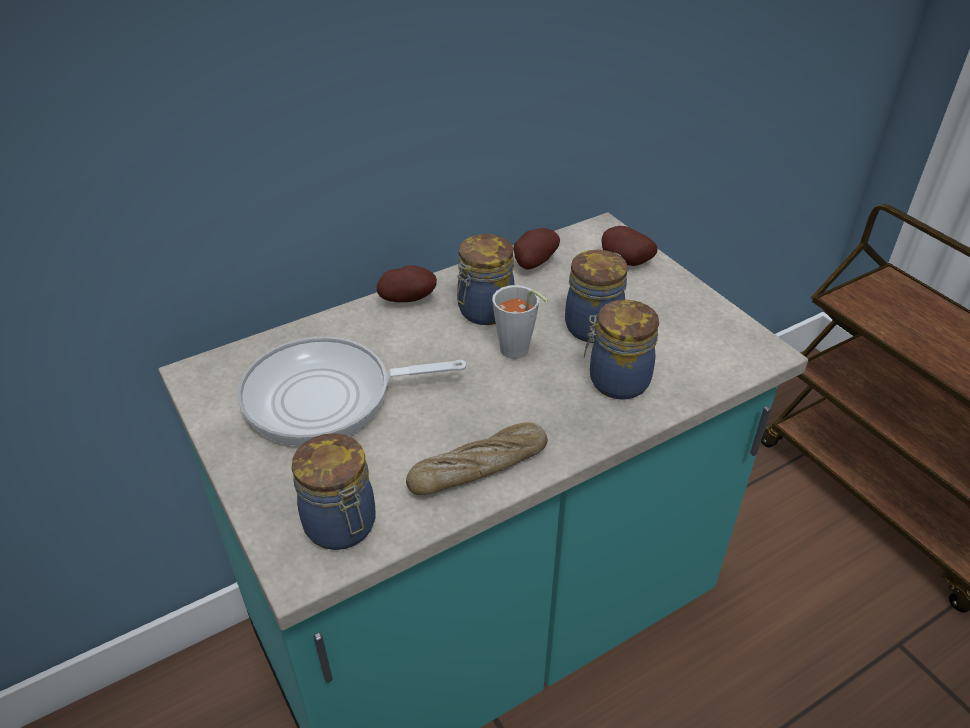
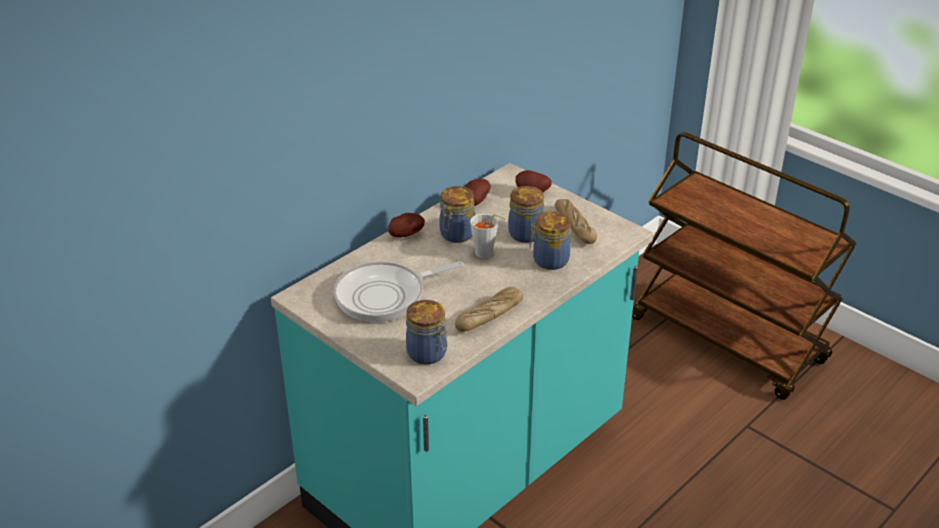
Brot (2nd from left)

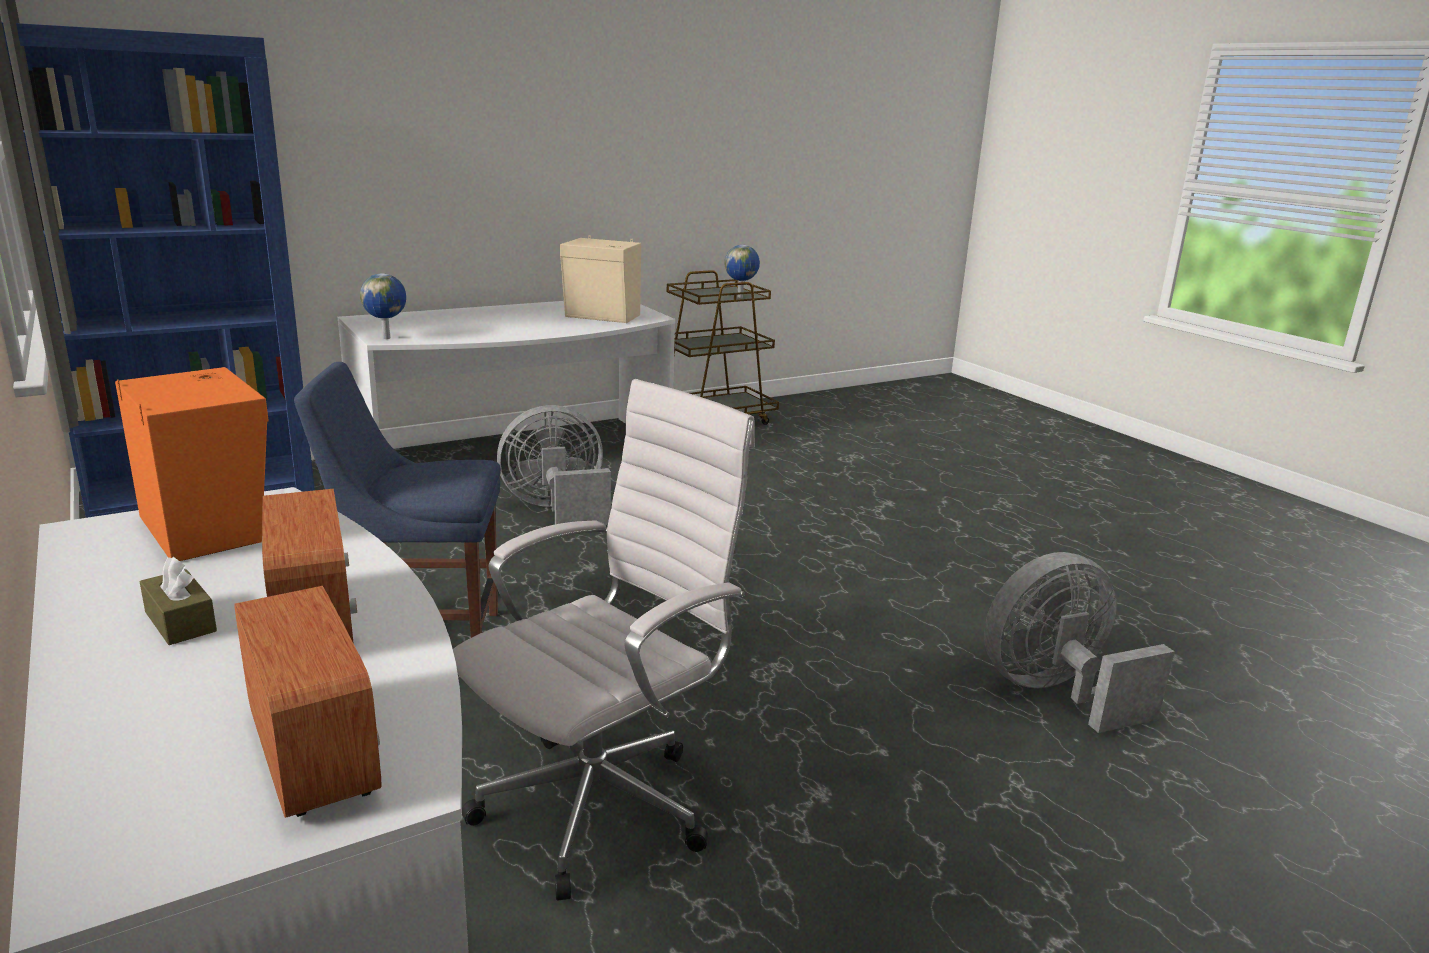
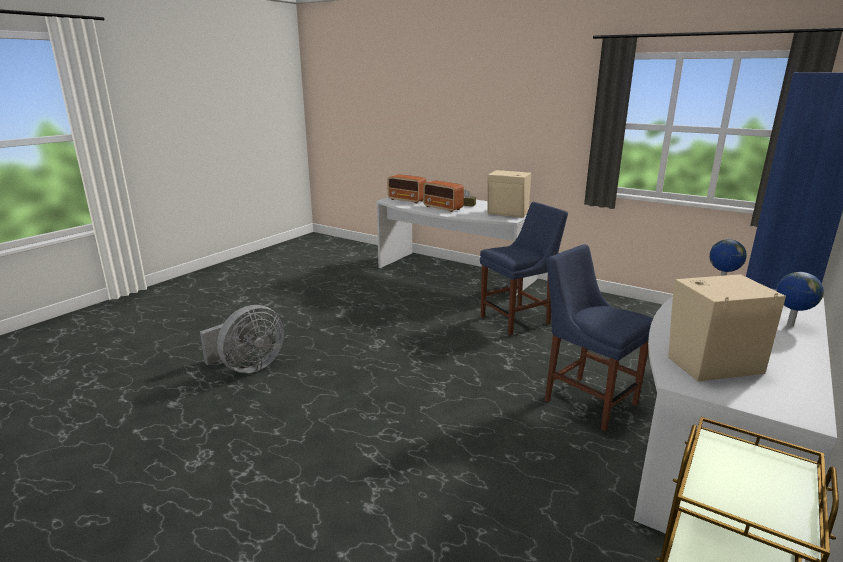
Globus (2nd from left)
Lautsprecher (beige) (1st from left)
Bürostuhl (weiß)
Stuhl (blau) (2nd from left)

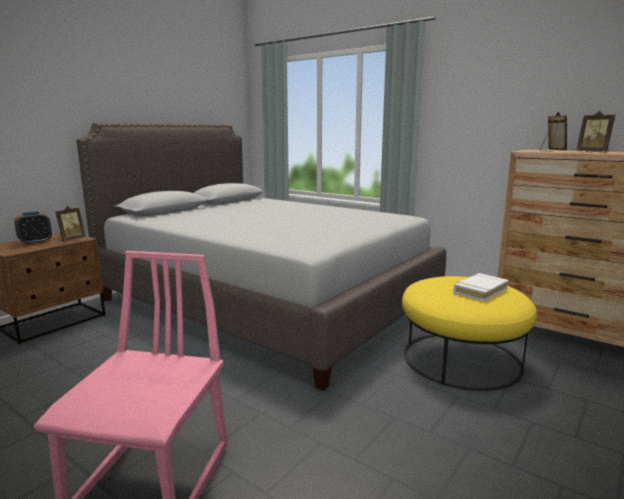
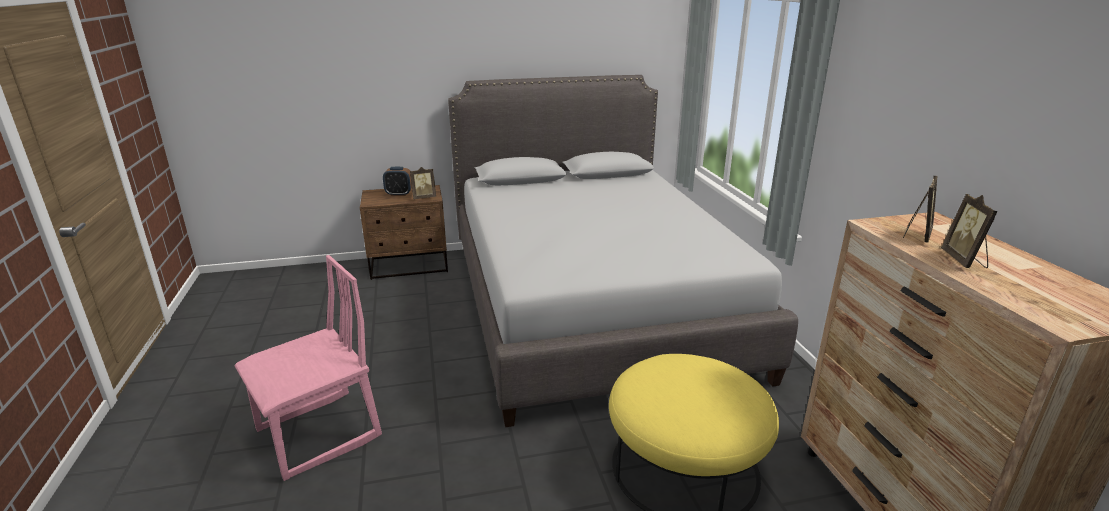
Buch (weiß)

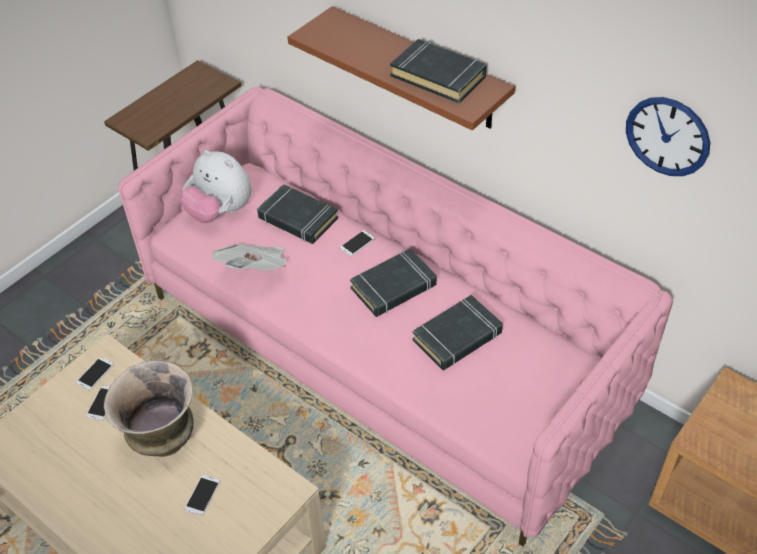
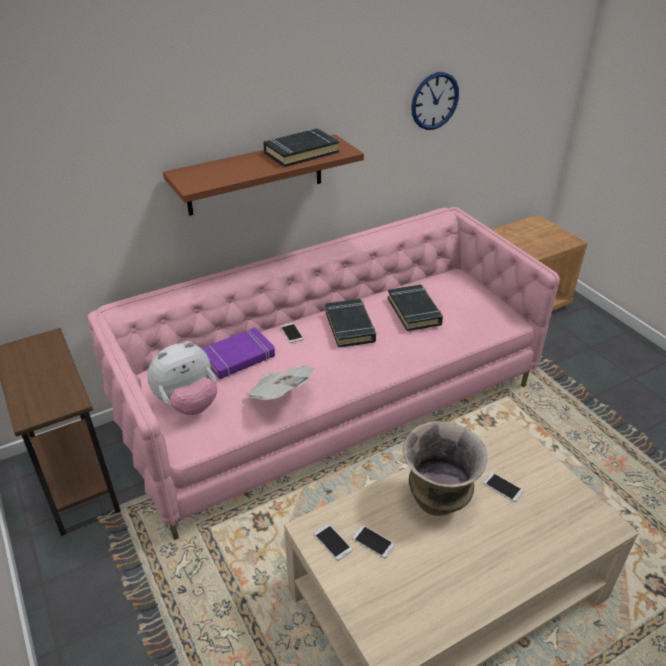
Buch (lila)

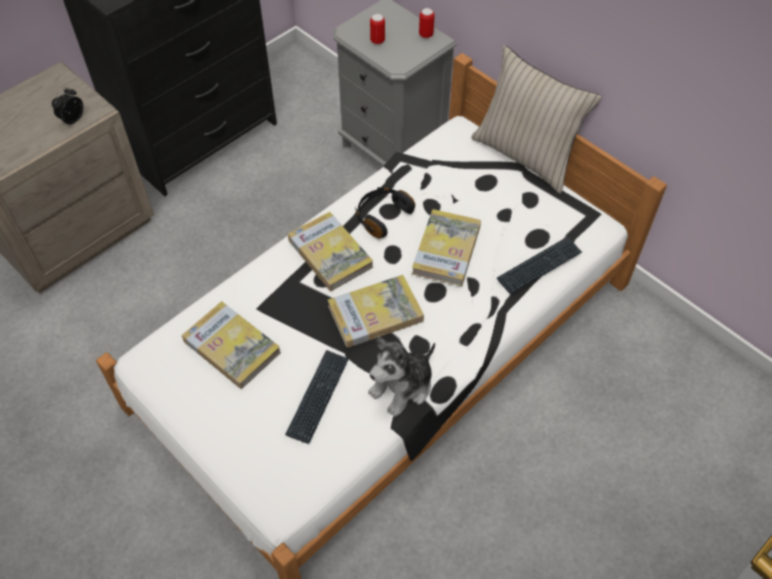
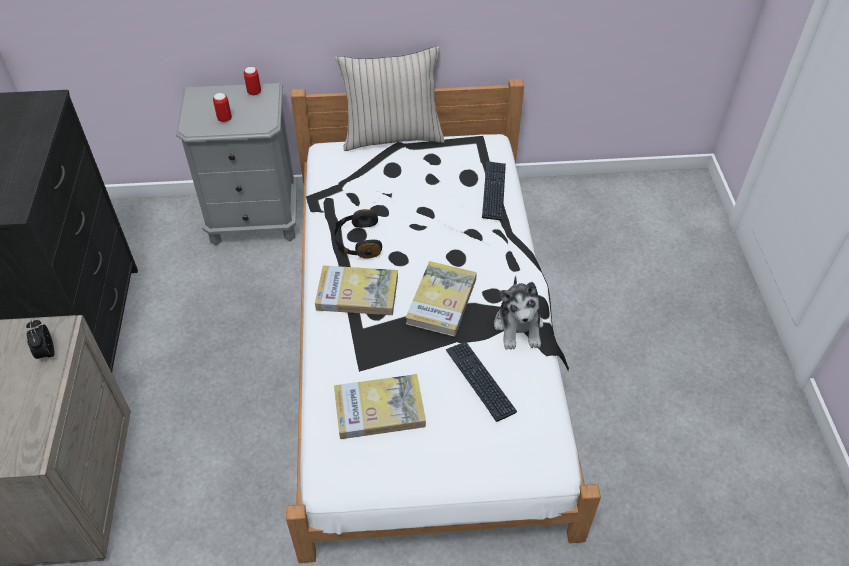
Buch (4th from left in the first image)

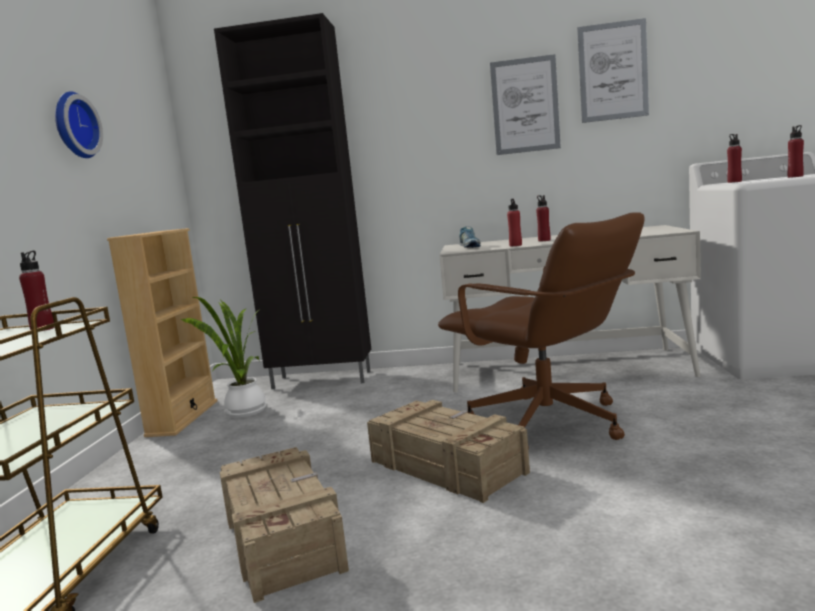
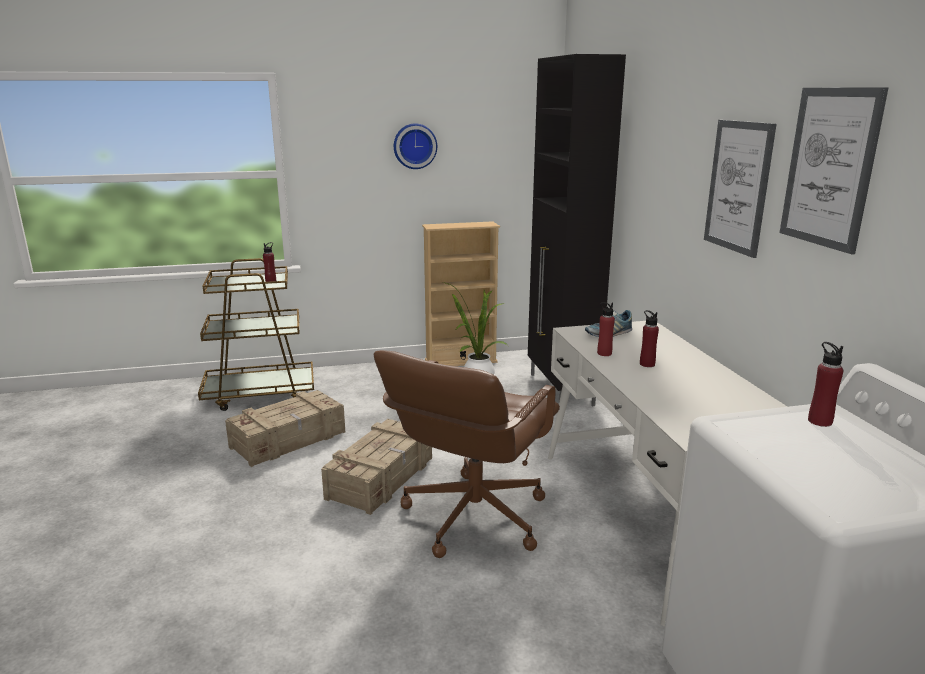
Flasche (rot) (5th from left in the first image)

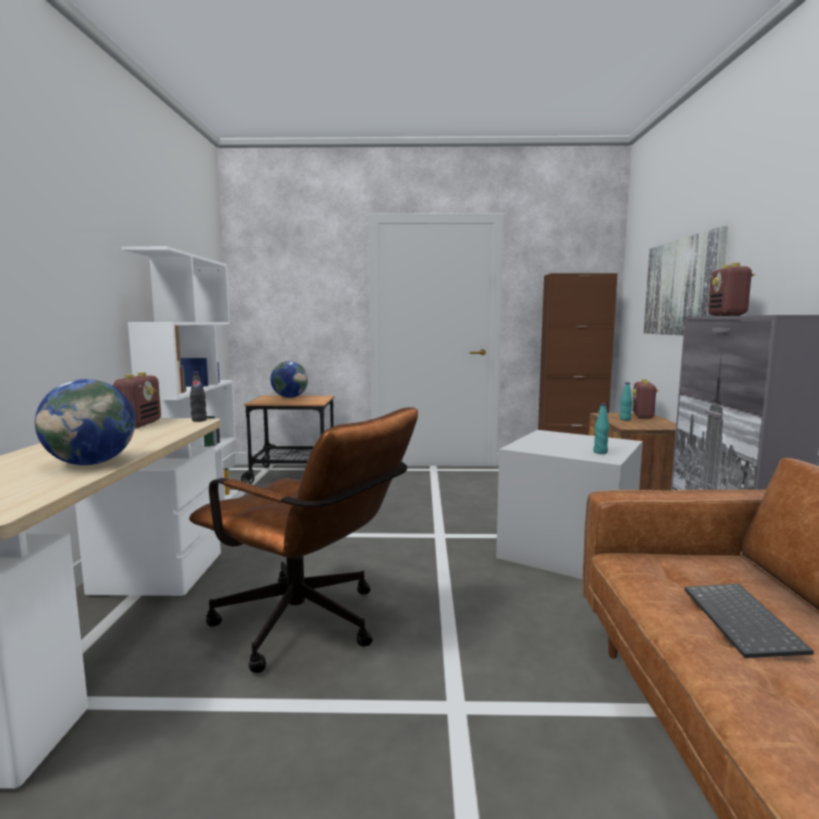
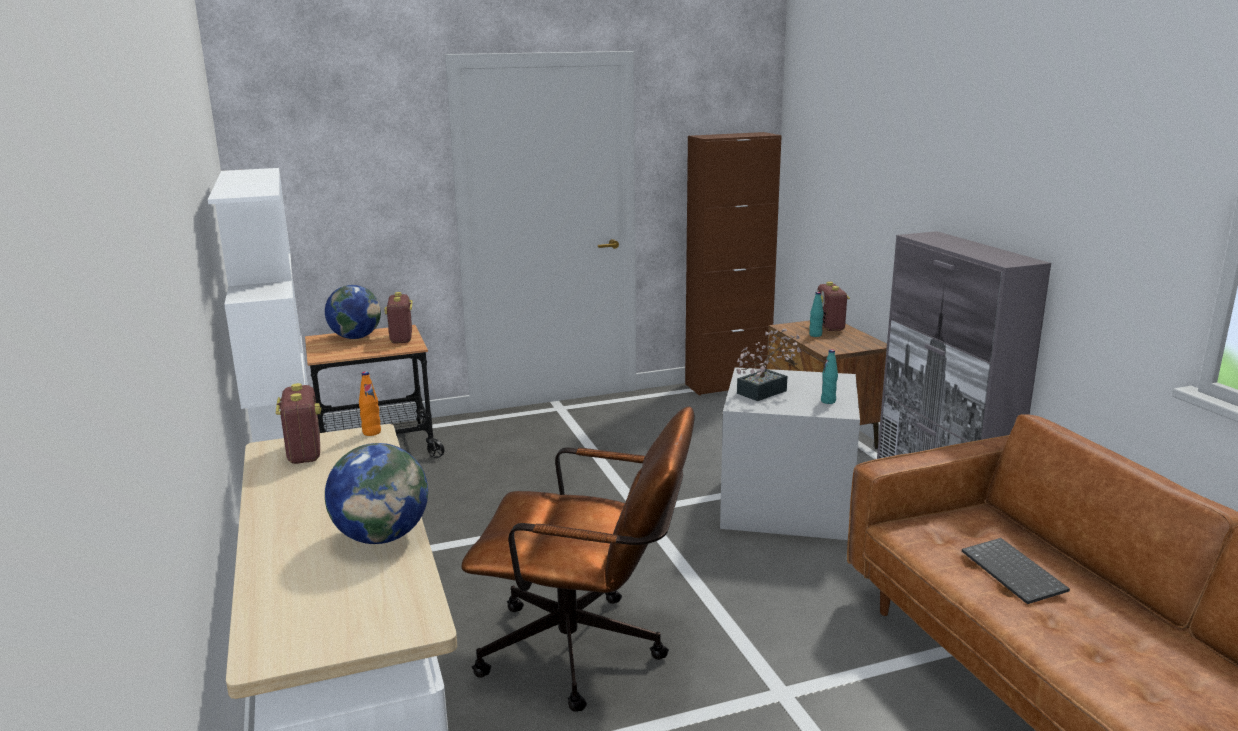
Bild
Radio (2nd from left)
Flasche (orange)
Topfpflanze

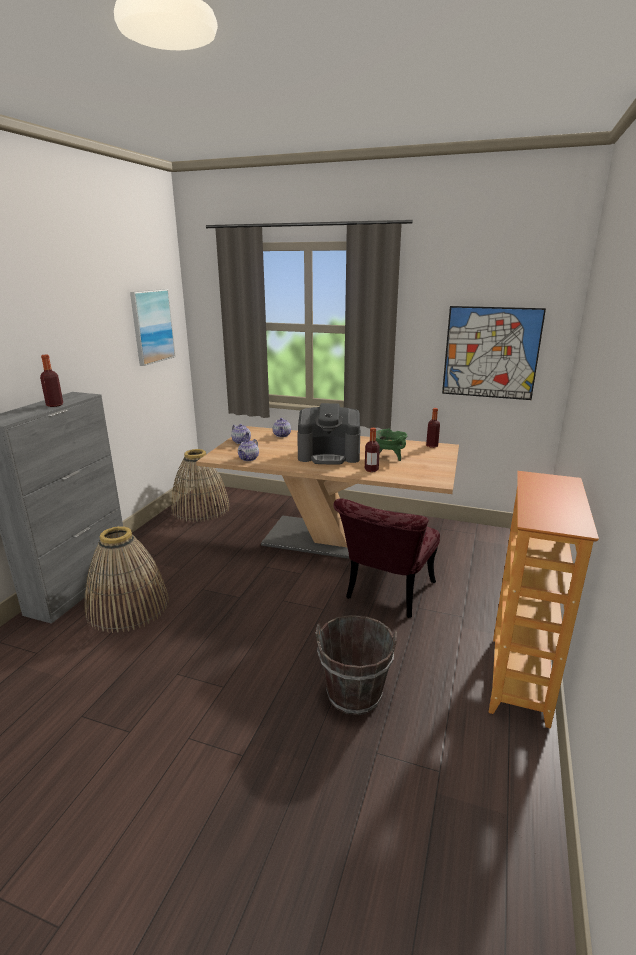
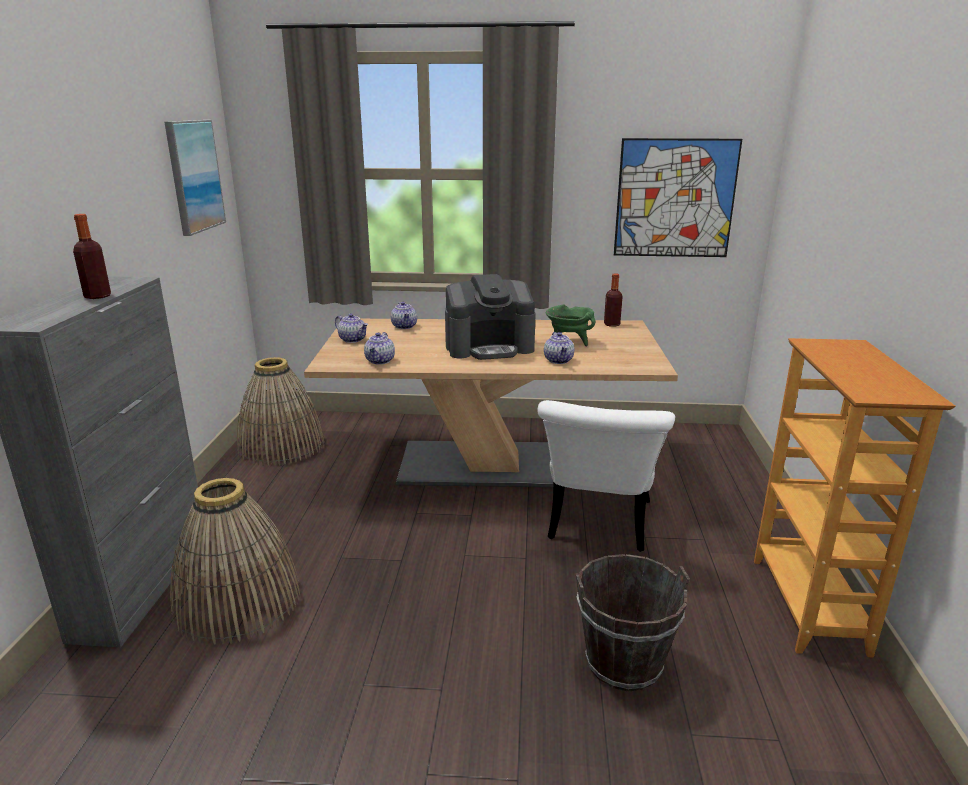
Teekanne (4th from left)
Stuhl (weiß)

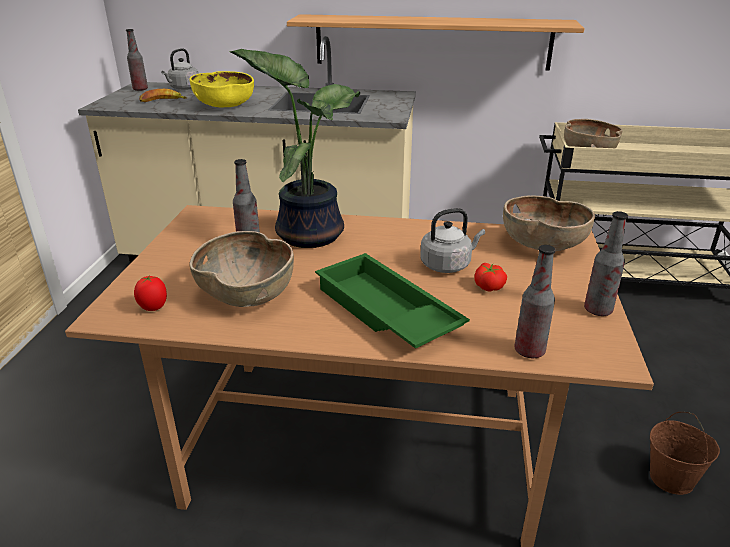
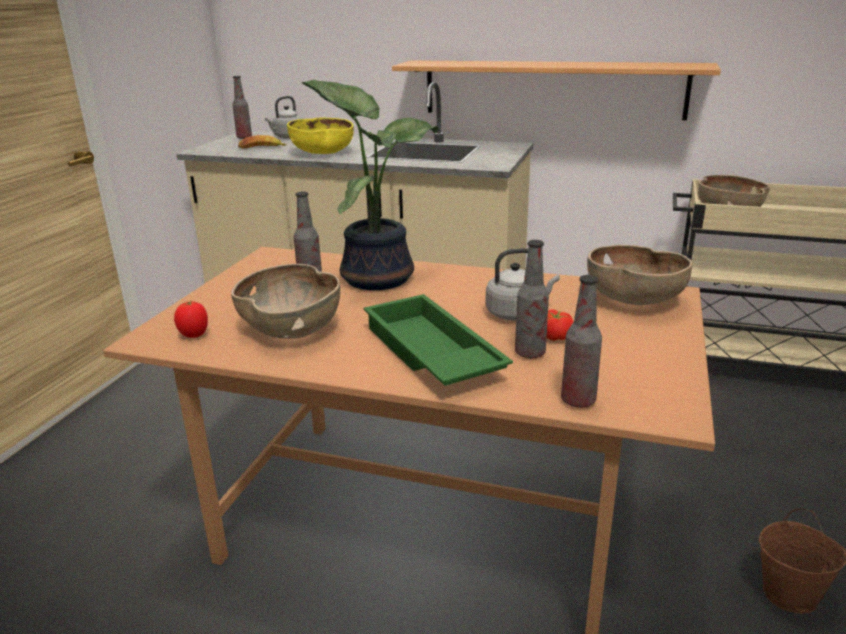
Flasche (3rd from left)

